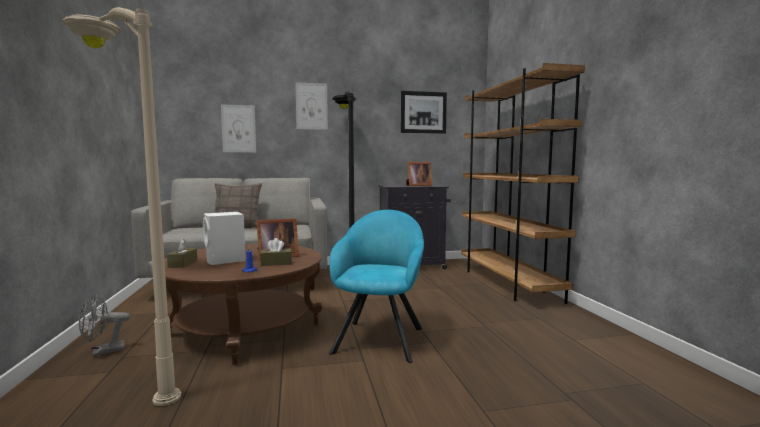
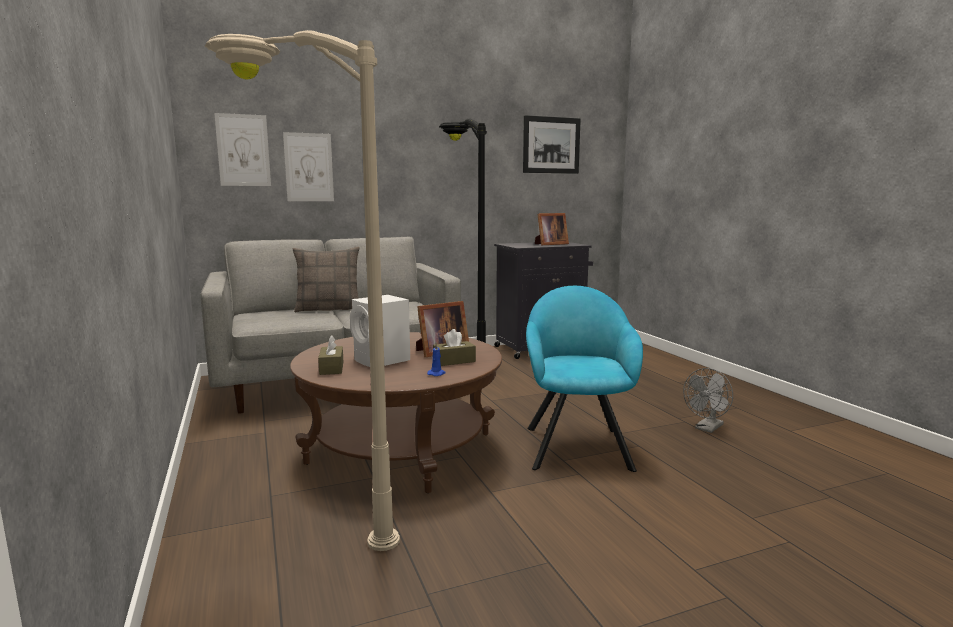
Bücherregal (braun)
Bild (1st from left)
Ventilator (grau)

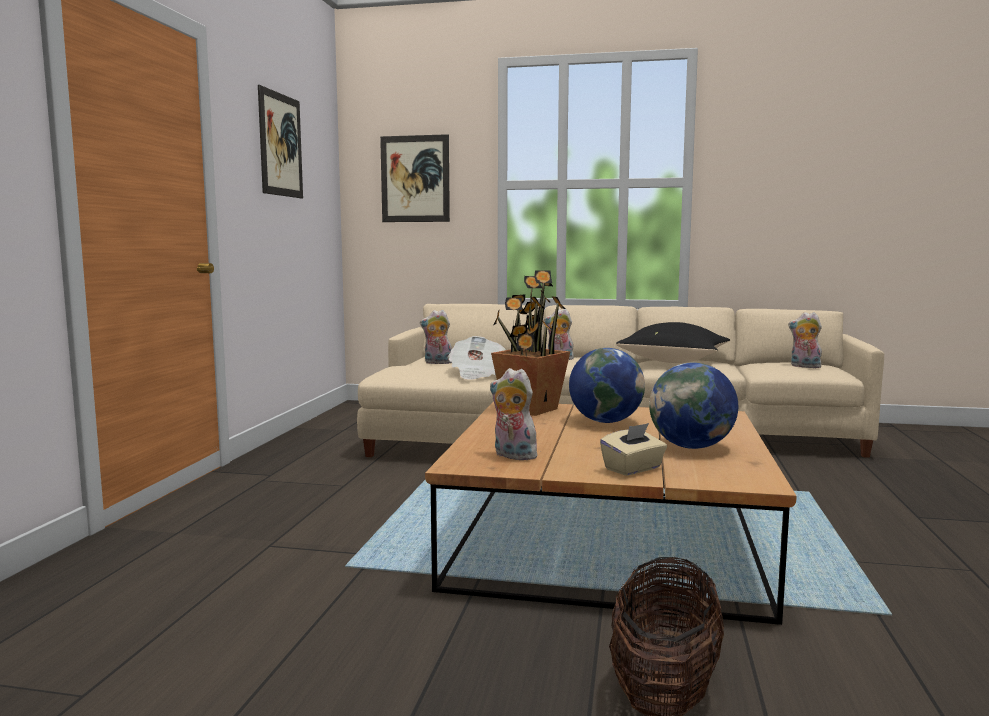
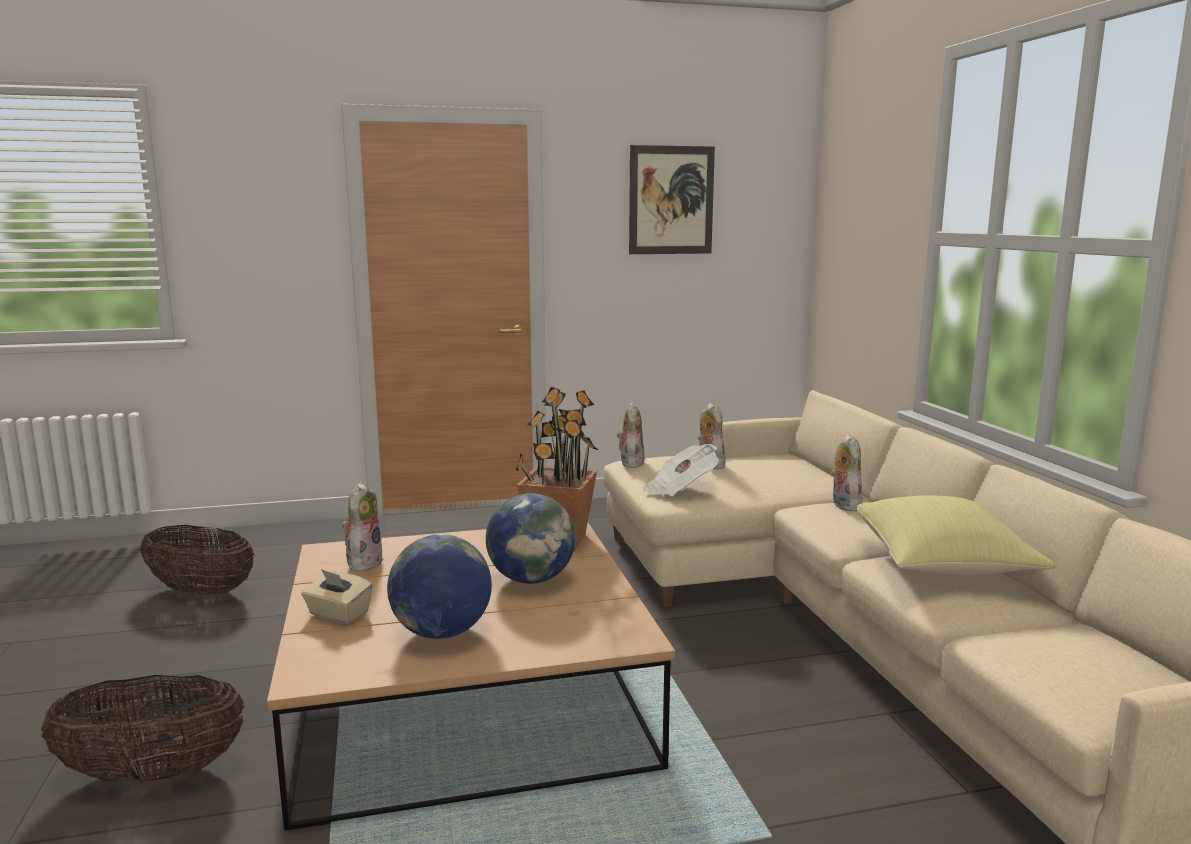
Bild (2nd from left in the first image)
Plüschtier (2nd from left)
Kissen (gelb)
Korb (2nd from left)

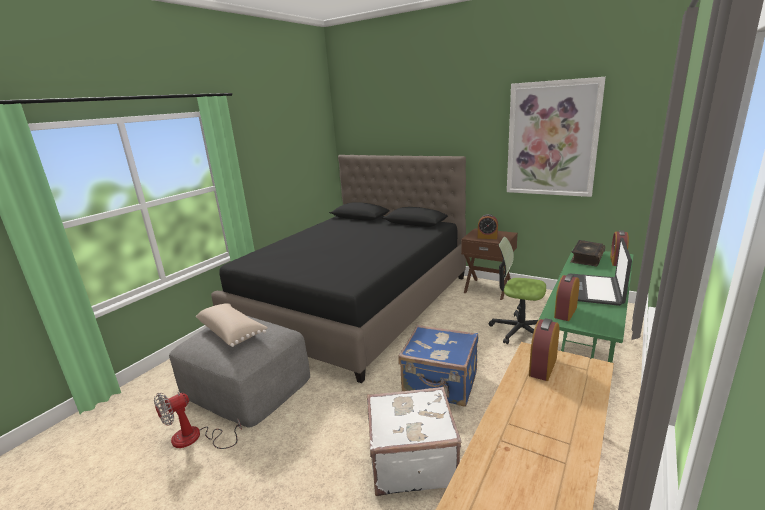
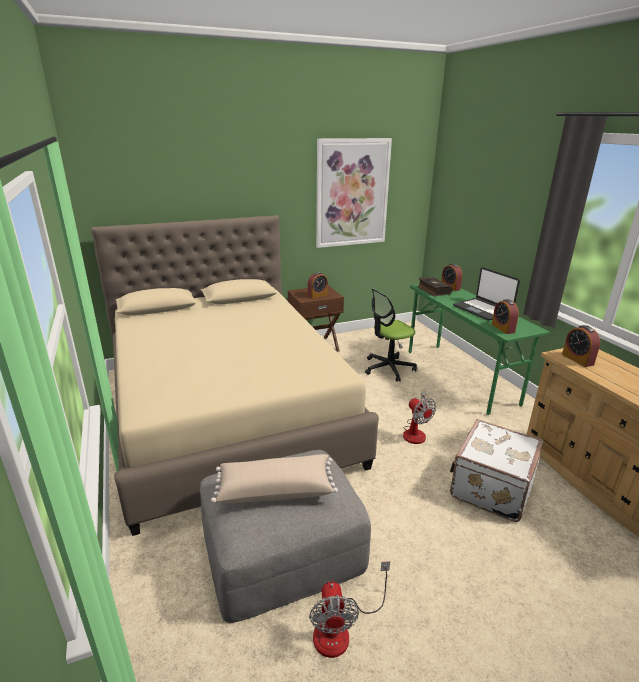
Bett (beige)
Ventilator (2nd from left)

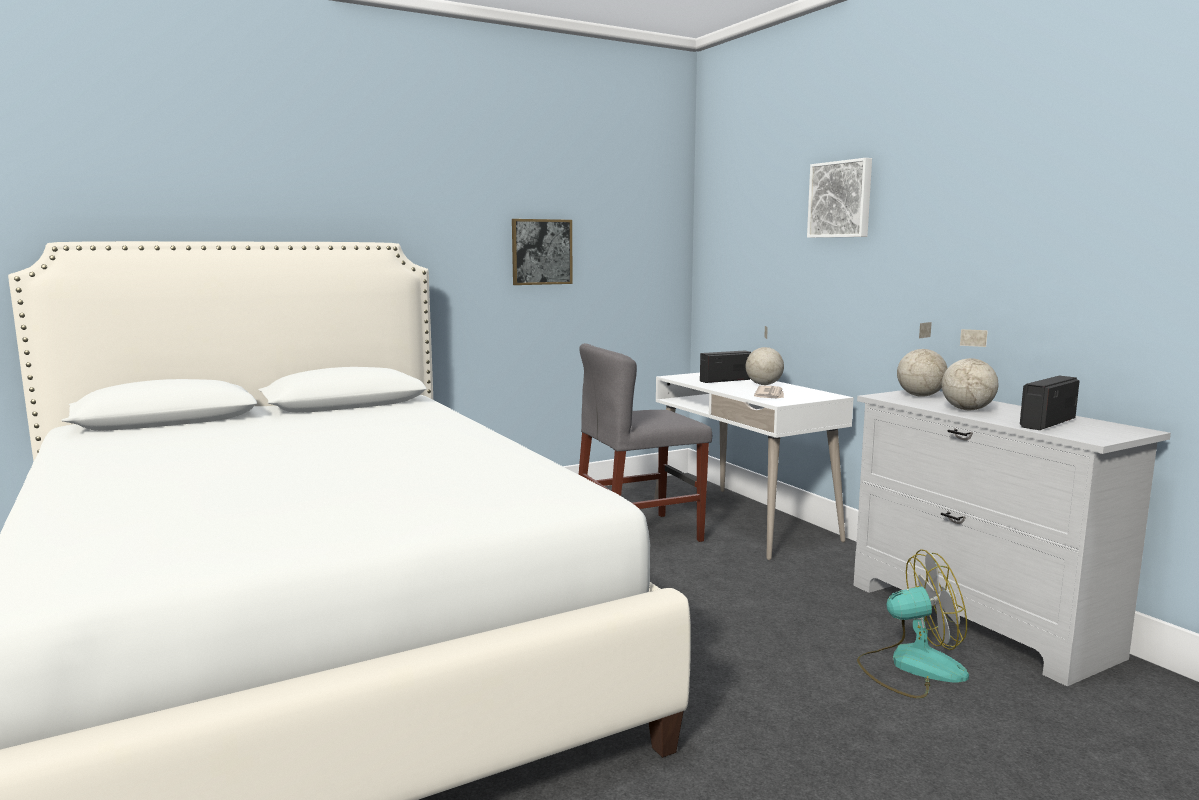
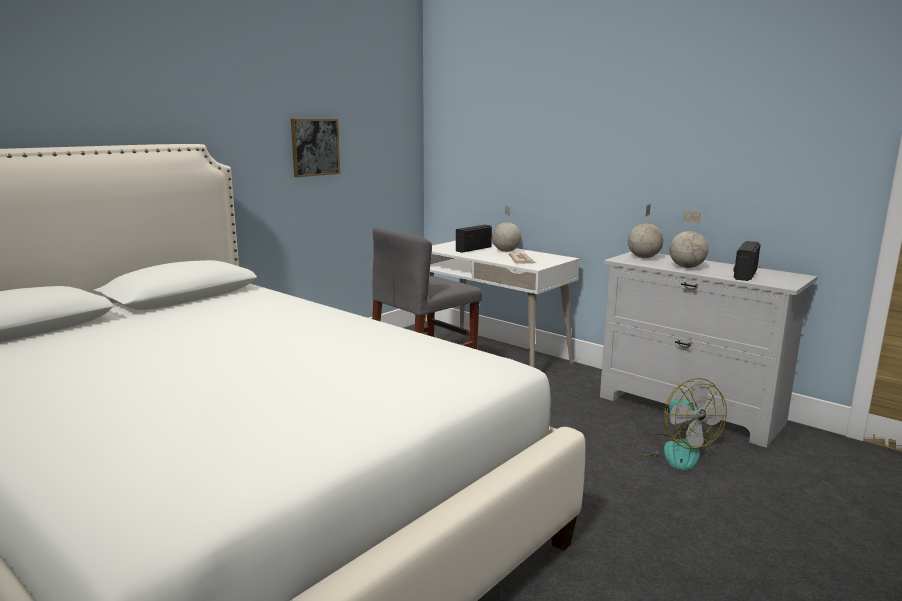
Bild (2nd from left in the first image)
Ventilator

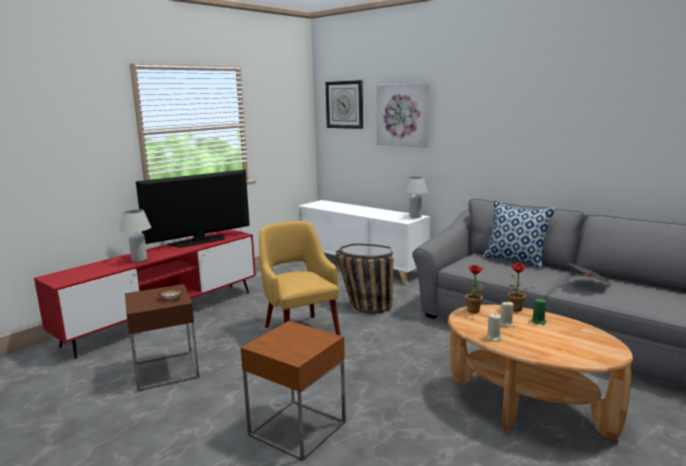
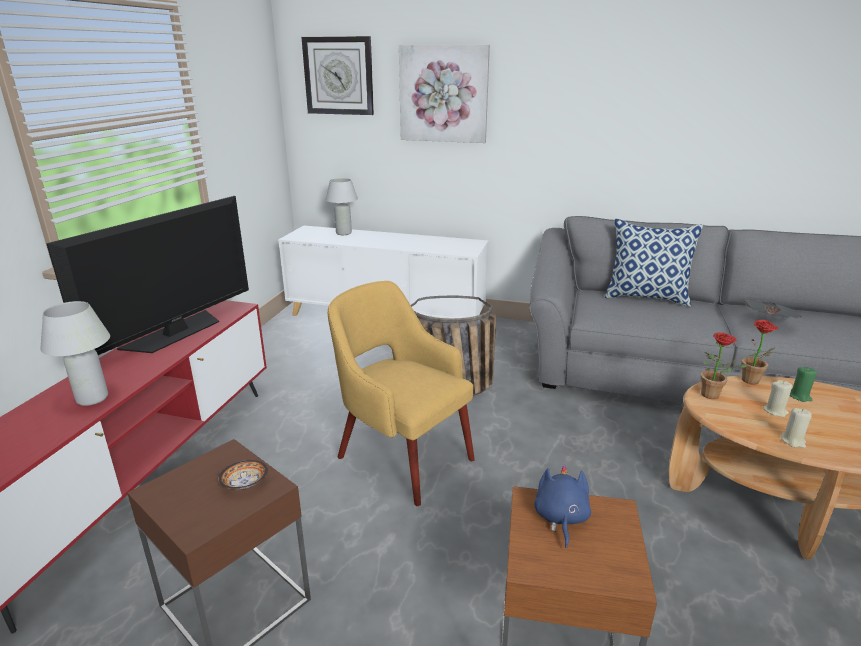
Tischlampe (weiß) (2nd from left)
Plüschtier (blau)

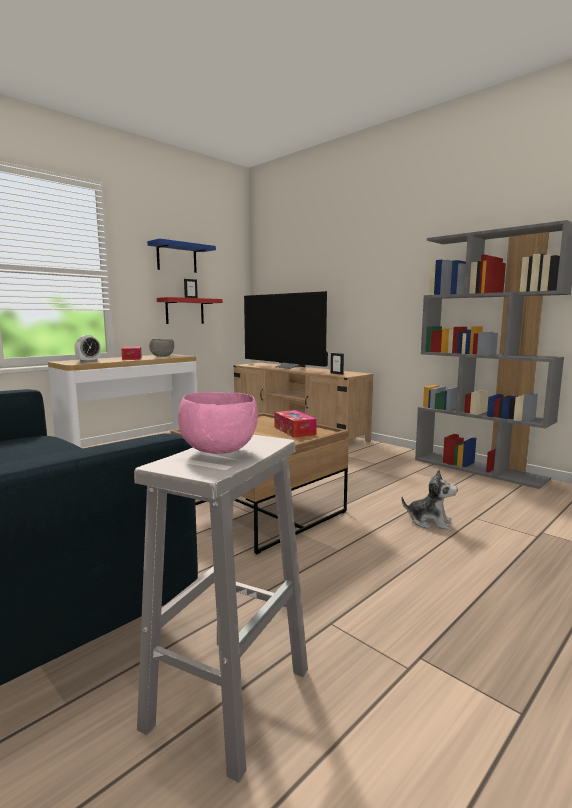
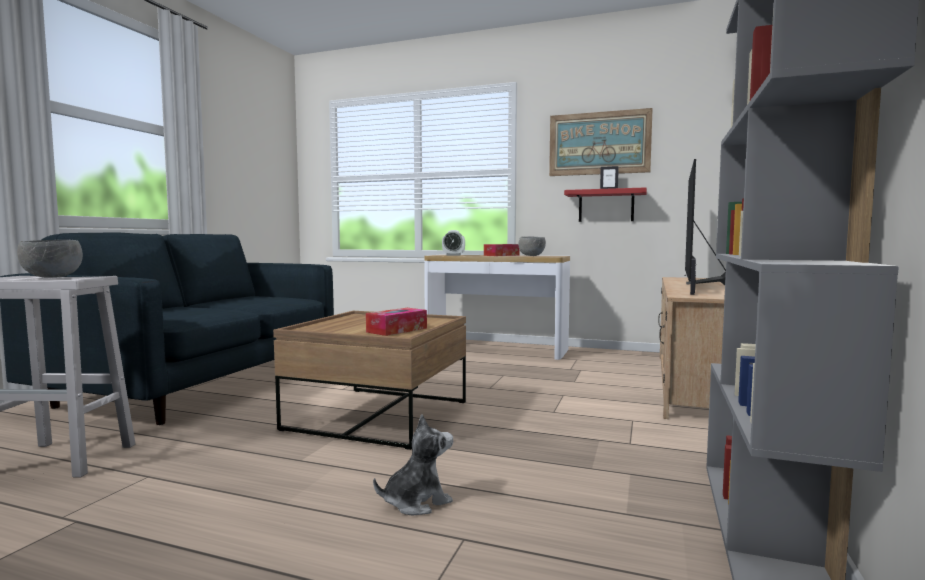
Bild
Schüssel (grau) (1st from left)
Plüschtier

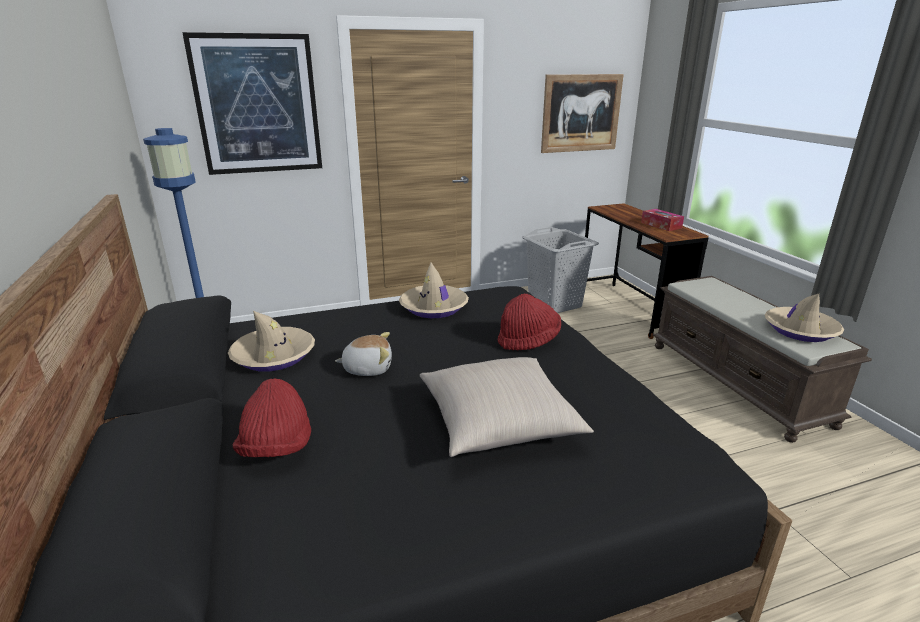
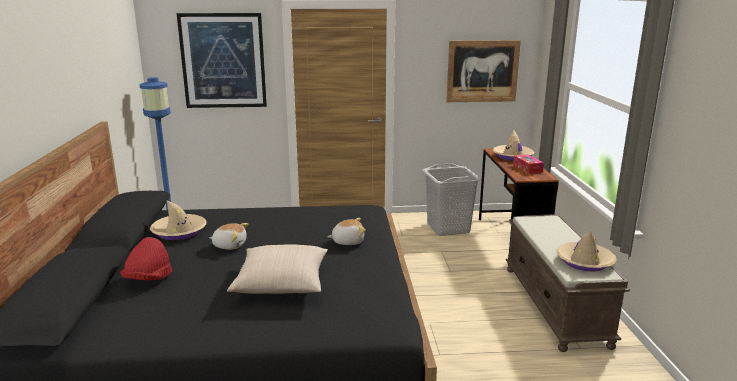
Hut (beige) (2nd from left)
Plüschtier (2nd from left)

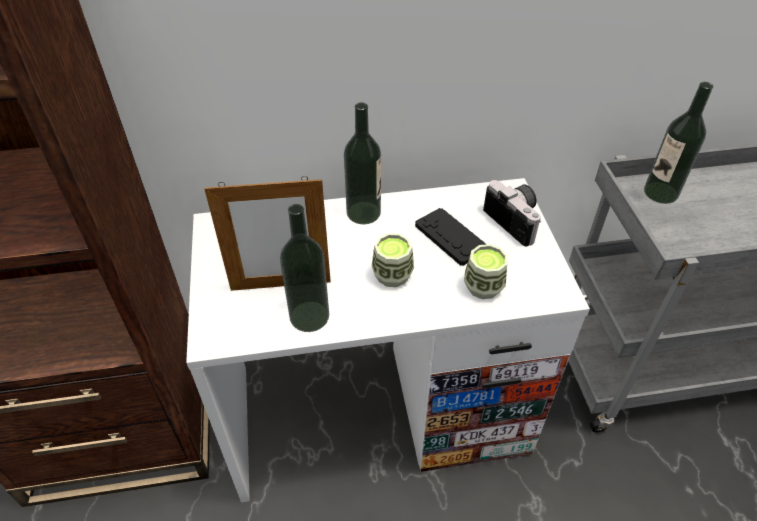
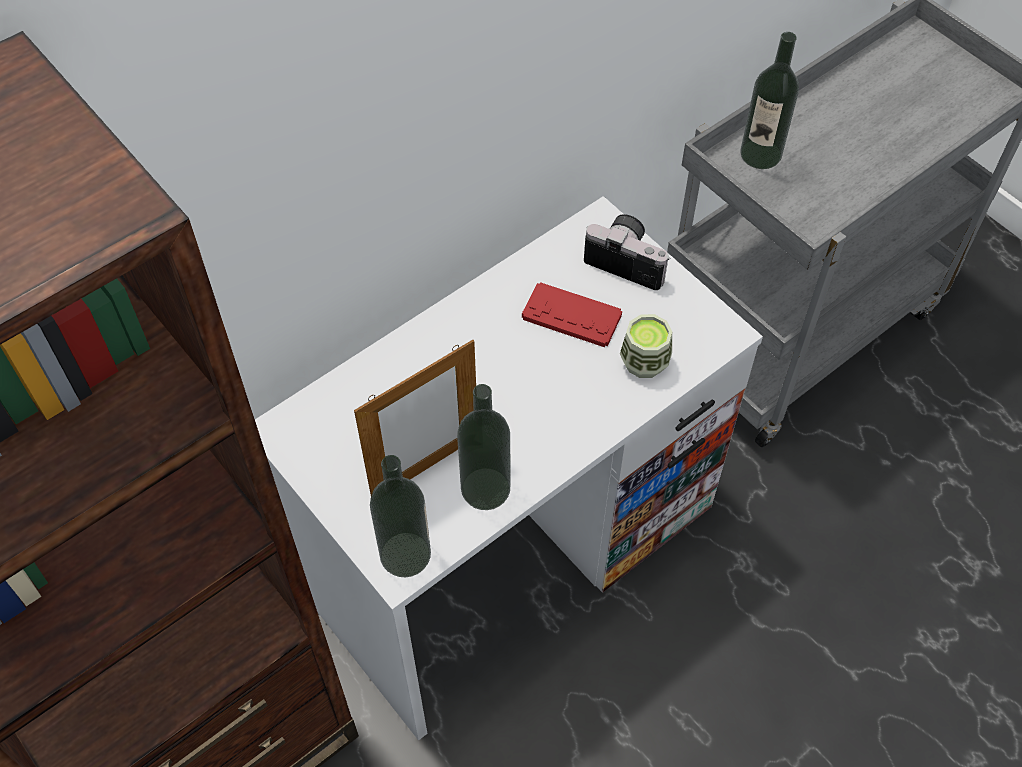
Flasche (1st from left)
Gamepad (rot)
Tasse (1st from left in the first image)

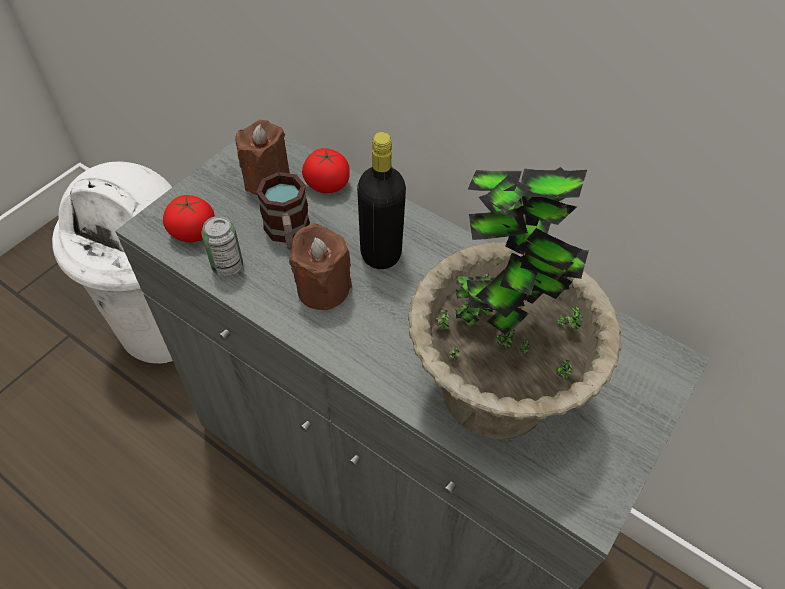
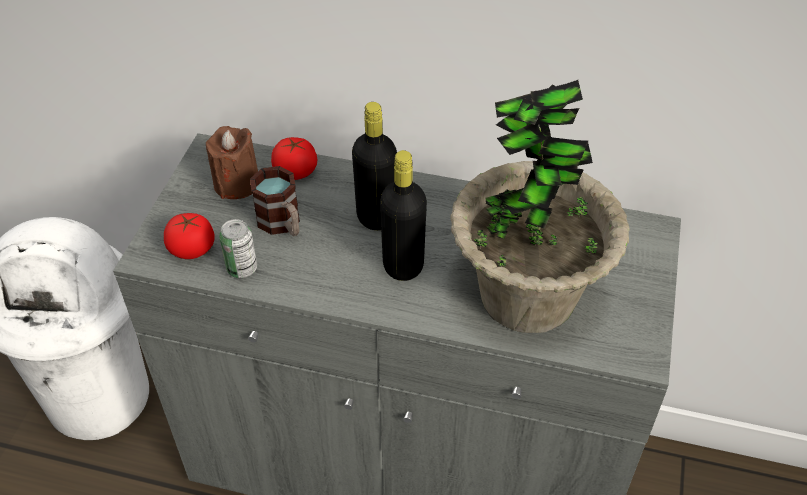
Kerze (braun) (2nd from left in the first image)
Flasche (schwarz) (2nd from left)

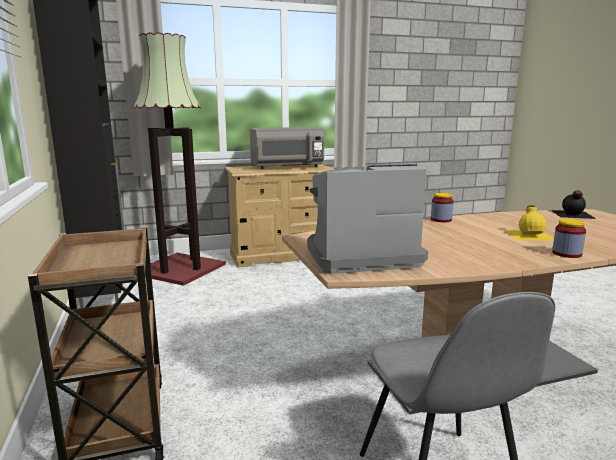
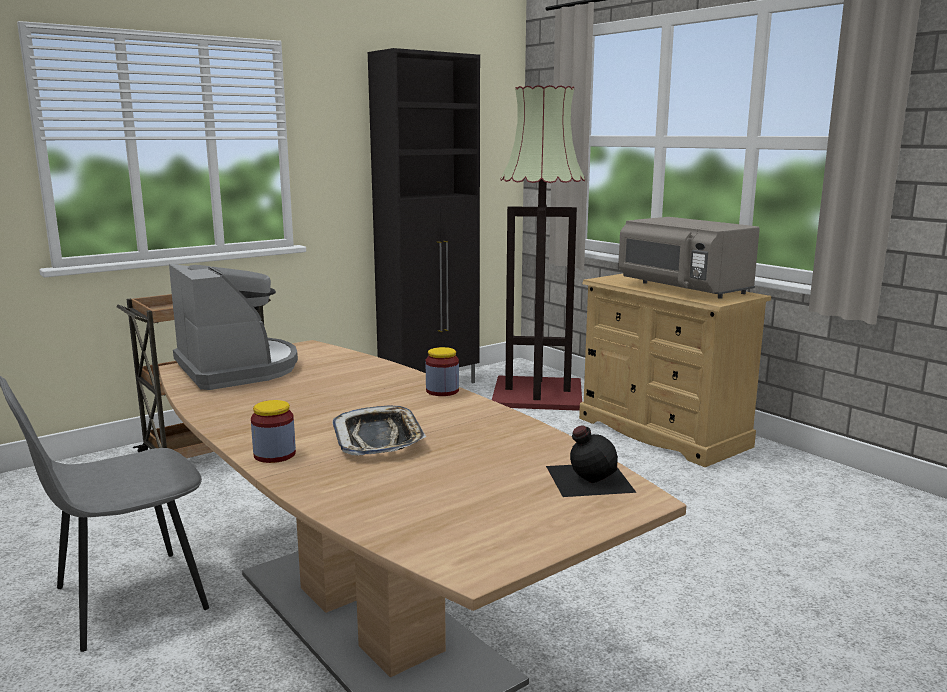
Tablett

